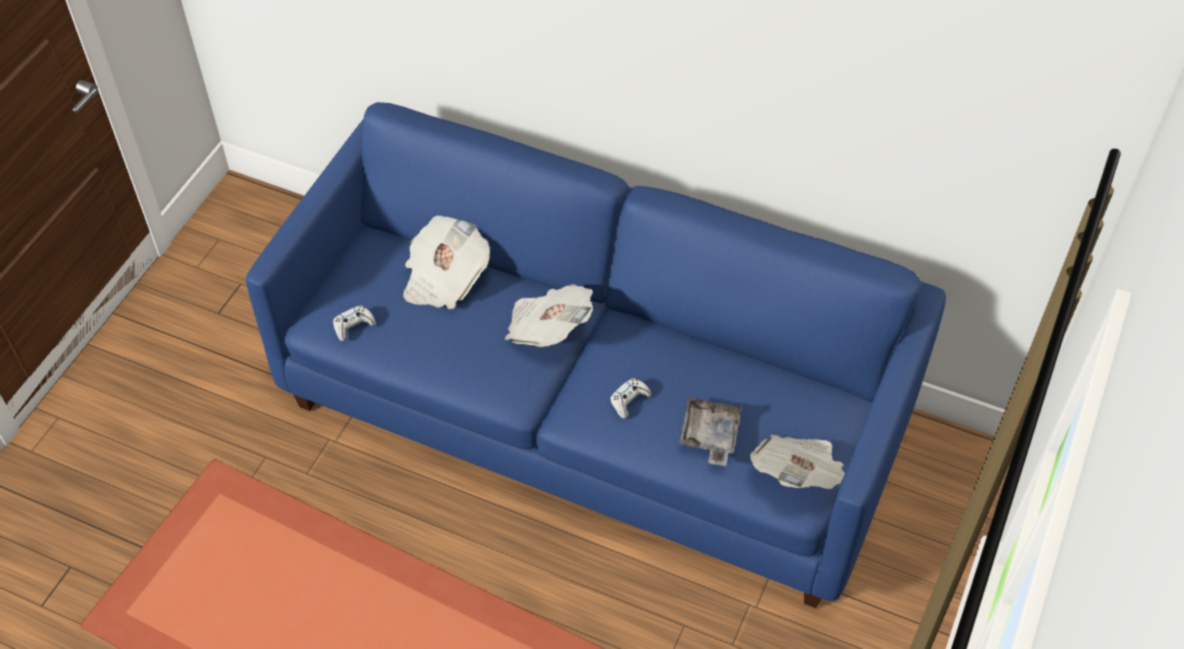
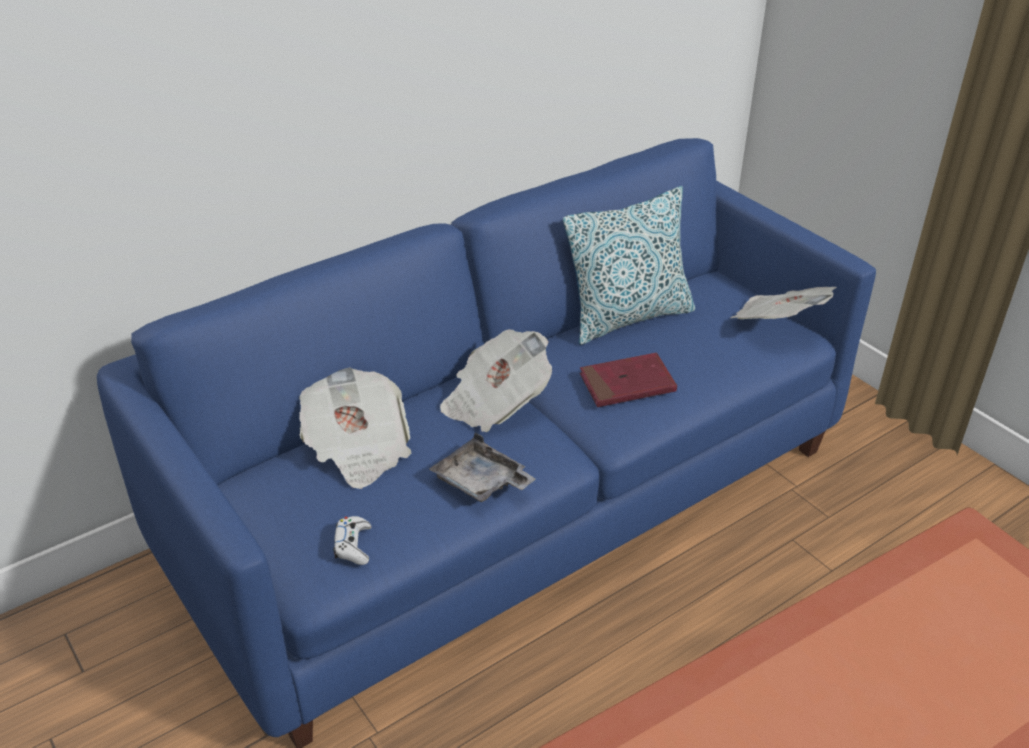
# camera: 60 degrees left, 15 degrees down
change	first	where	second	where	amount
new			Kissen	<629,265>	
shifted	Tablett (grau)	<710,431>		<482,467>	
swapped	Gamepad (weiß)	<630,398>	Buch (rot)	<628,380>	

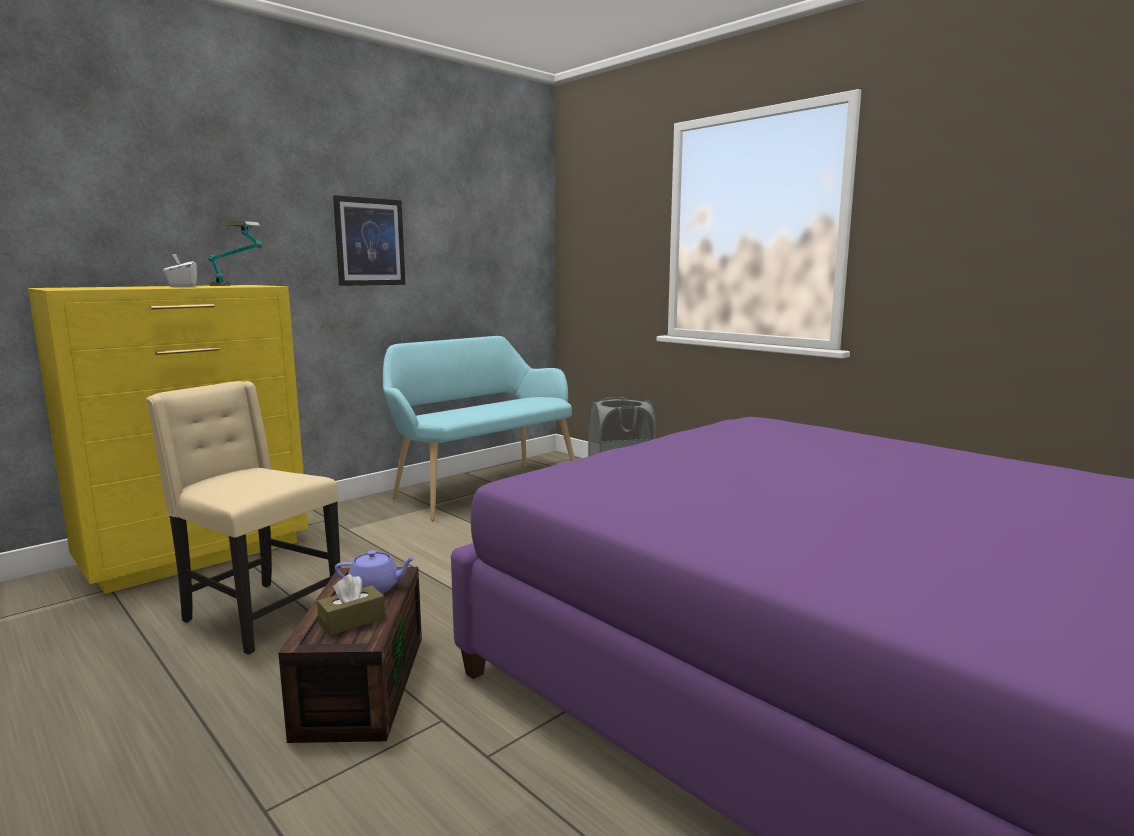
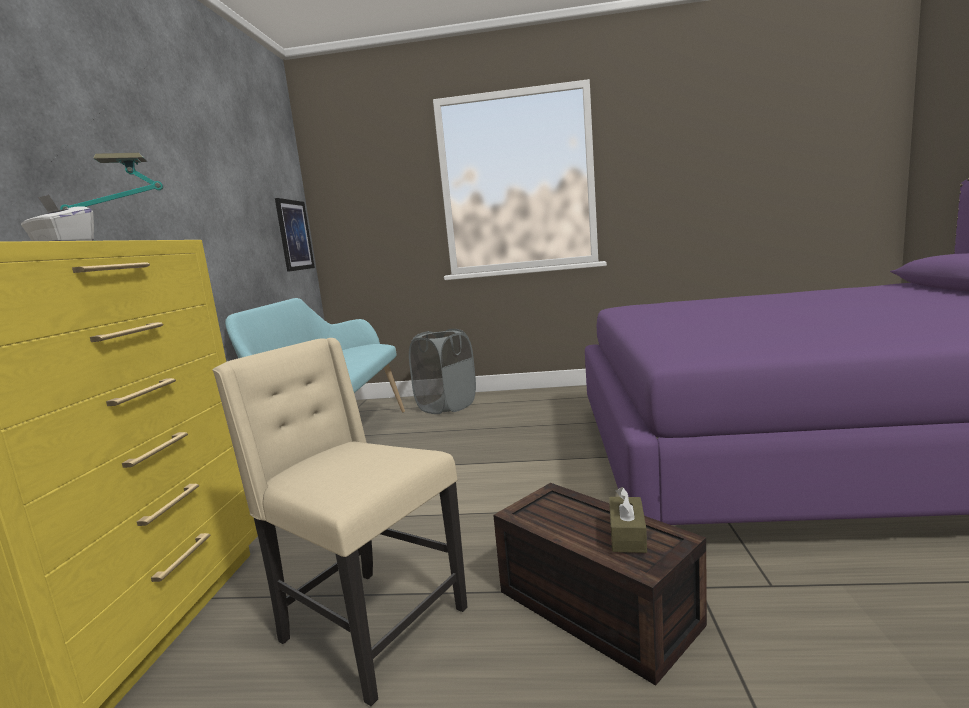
# camera: 40 degrees left, 0 degrees up
change	first	where	second	where	amount
gone	Teekanne (lila)	<375,571>			
shifted	Bild	<369,240>		<295,235>	
rotated	Stuhl (beige)	<243,518>		<339,522>	45 degrees clockwise

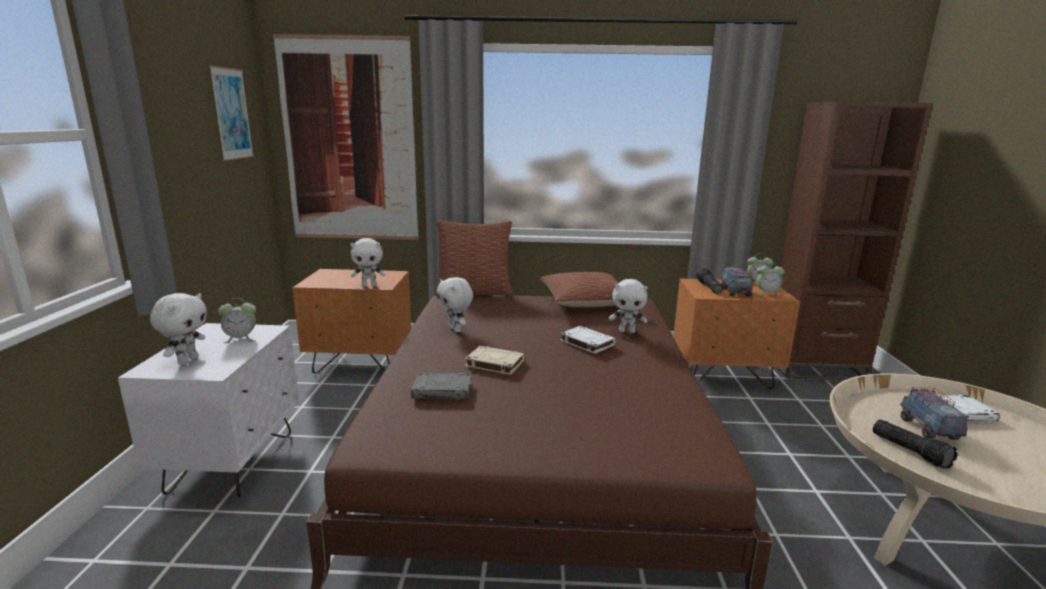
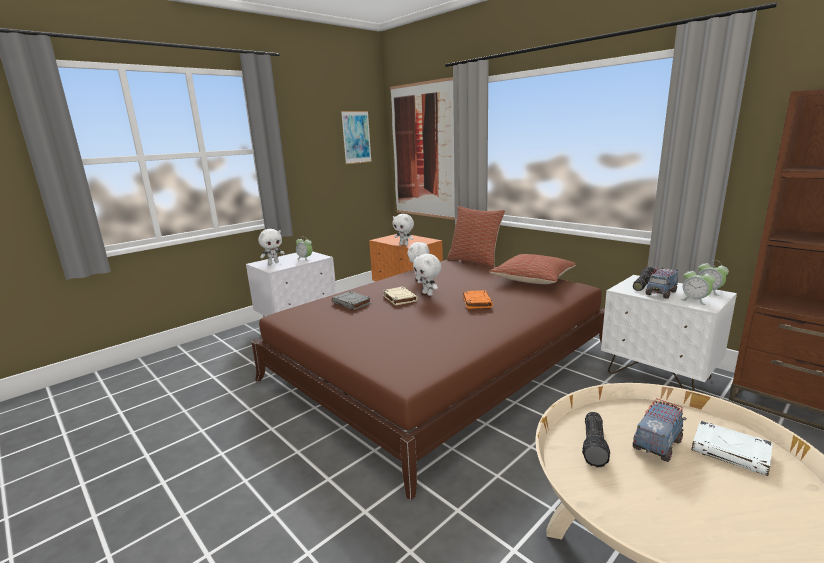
# camera: 45 degrees right, 0 degrees up
change	first	where	second	where	amount
shifted	Plüschtier (weiß)	<628,306>		<427,275>	
repainted	Buch (weiß)	<588,340>	Buch (orange)	<478,299>	
repainted	Nachttisch (orange)	<736,334>	Nachttisch (weiß)	<669,333>	

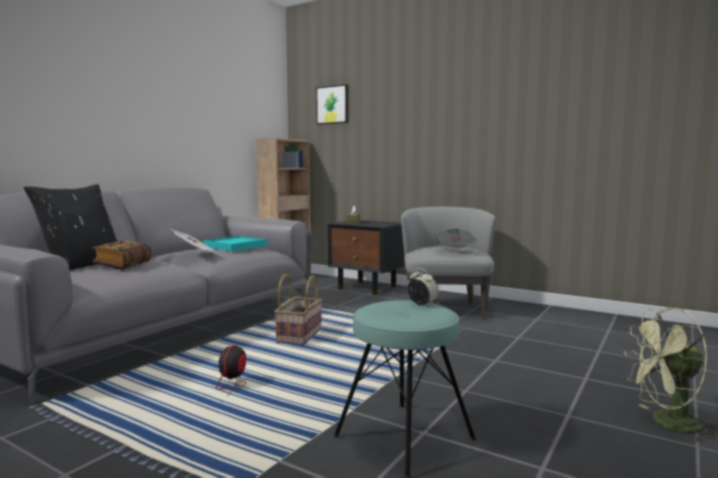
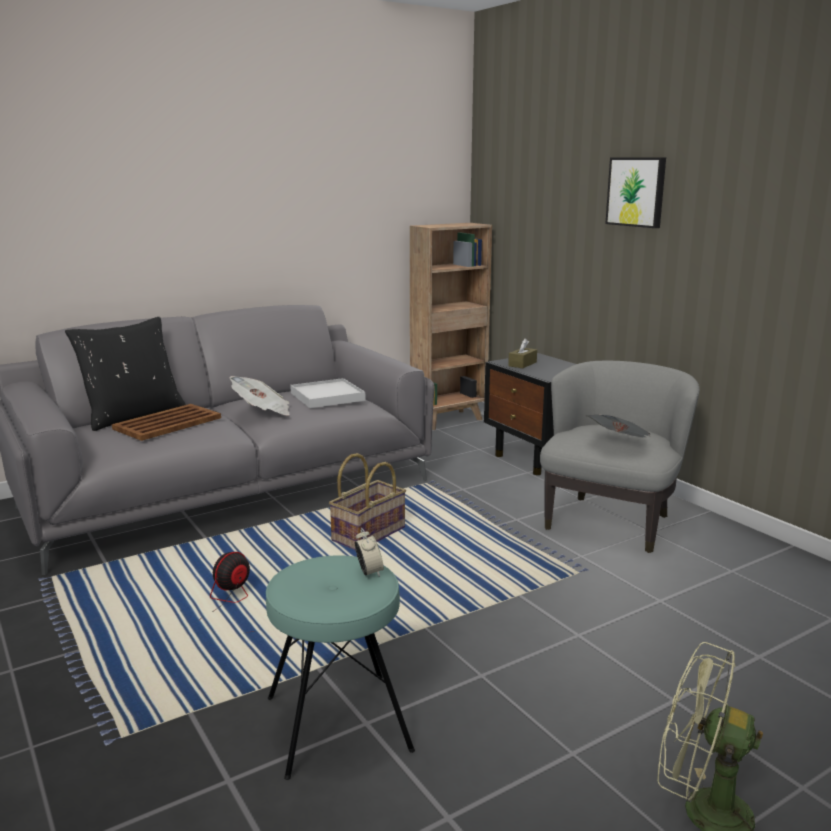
# camera: 25 degrees right, 10 degrees up
change	first	where	second	where	amount
shifted	Bild	<332,104>		<635,192>	
swapped	Buch	<121,255>	Tablett (braun)	<166,422>	
repainted	Tablett (türkis)	<235,243>	Tablett (weiß)	<327,393>	

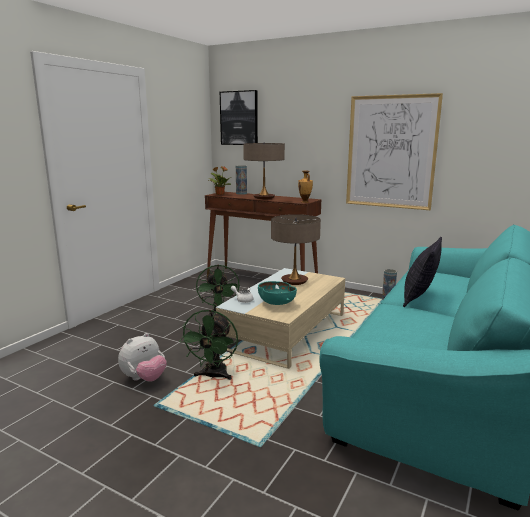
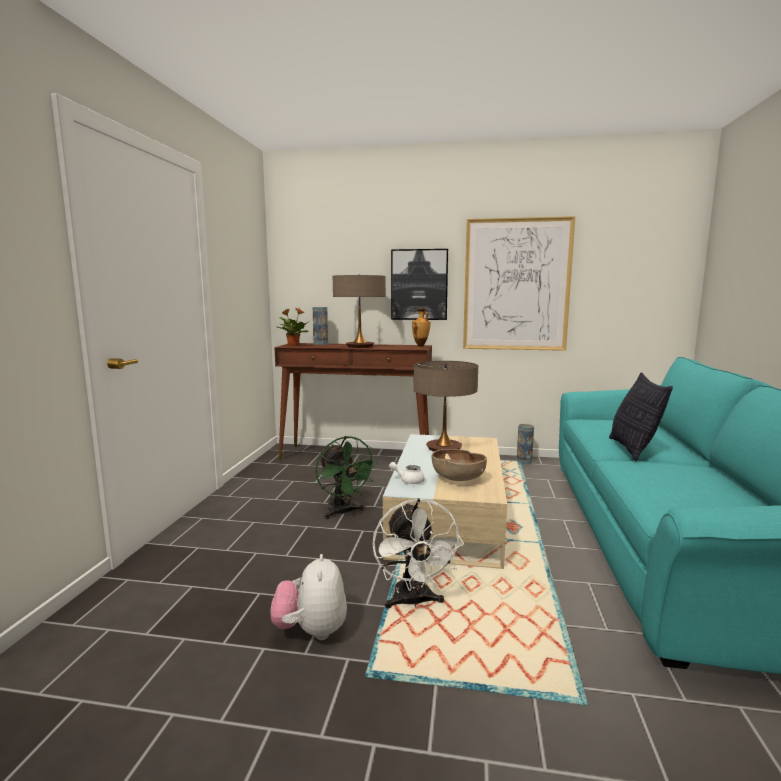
# camera: 20 degrees left, 5 degrees down
change	first	where	second	where	amount
shifted	Bild	<239,117>		<419,284>	
repainted	Ventilator (grün)	<208,345>	Ventilator (weiß)	<418,553>	
repainted	Schüssel (türkis)	<277,293>	Schüssel (braun)	<459,465>	
rotated	Plüschtier	<142,357>		<309,597>	150 degrees clockwise

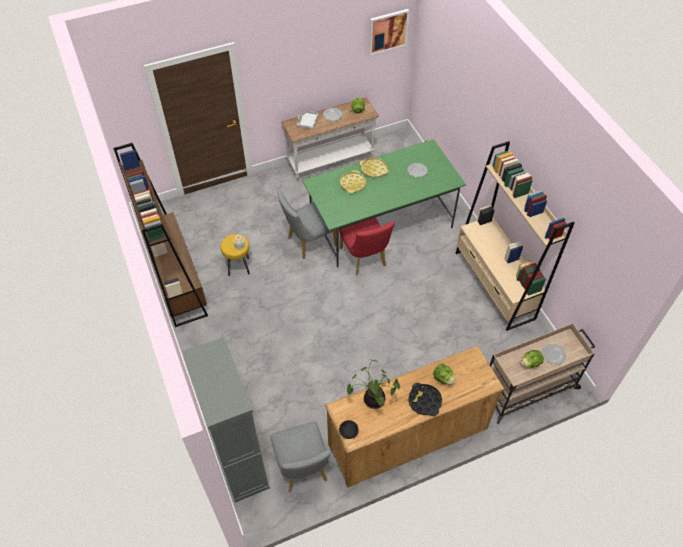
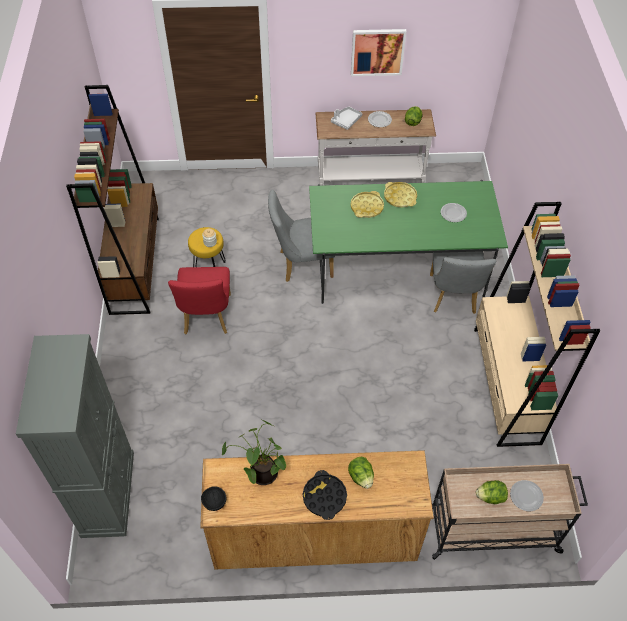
# camera: 20 degrees right, 0 degrees up
change	first	where	second	where	amount
shifted	Stuhl (grau)	<301,457>		<463,282>	
shifted	Stuhl (rot)	<367,246>		<199,300>	
shifted	Bild	<389,32>		<378,52>	

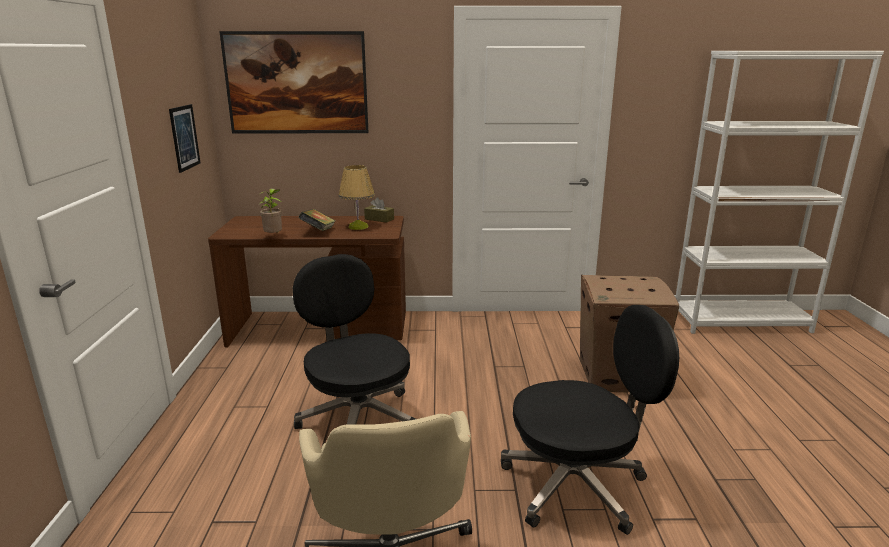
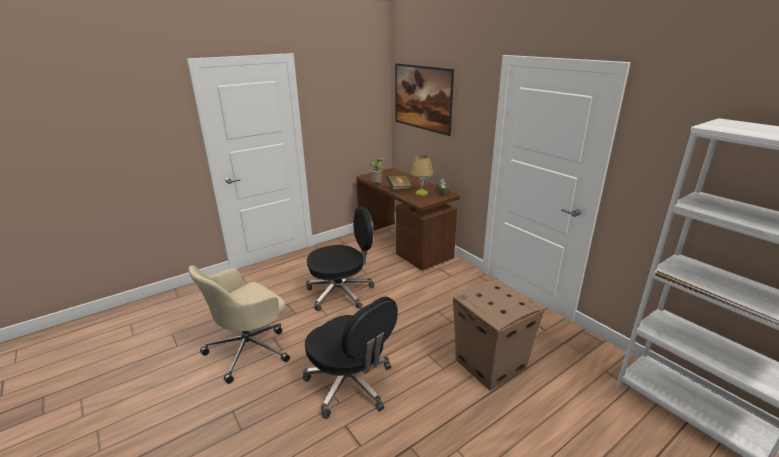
# camera: 55 degrees right, 5 degrees up
change	first	where	second	where	amount
gone	Bild	<185,138>			
rotated	Bürostuhl (schwarz)	<354,341>		<340,259>	45 degrees clockwise

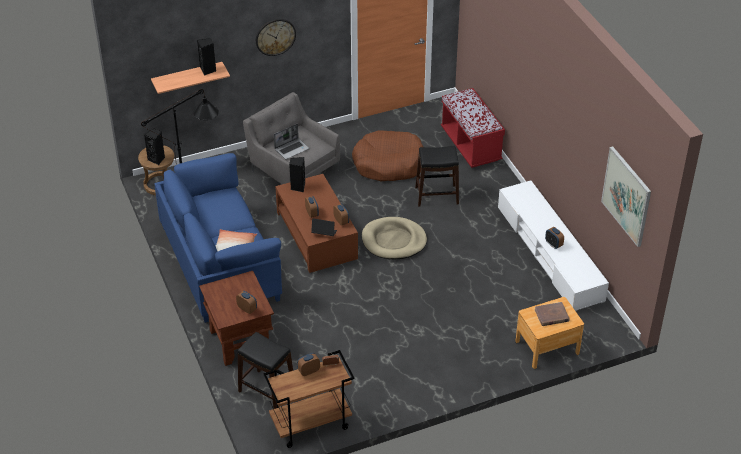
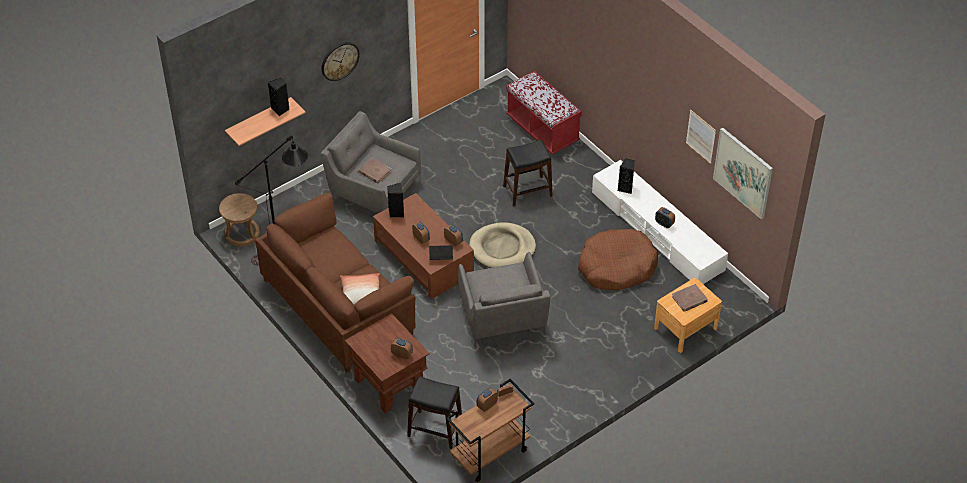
# camera: 15 degrees left, 5 degrees up
change	first	where	second	where	amount
new			Sessel (grau)	<504,299>	
new			Bild	<701,136>	
shifted	Lautsprecher (schwarz)	<154,146>		<626,176>	
shifted	Hundebett (braun)	<387,155>		<618,259>	
swapped	Laptop	<291,141>	Buch (braun)	<375,171>	
repainted	Sofa (blau)	<218,238>	Sofa (braun)	<336,283>	

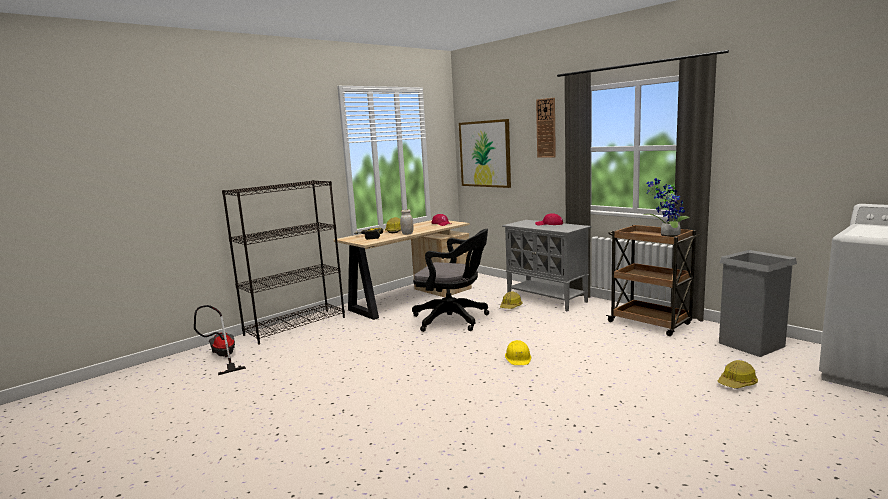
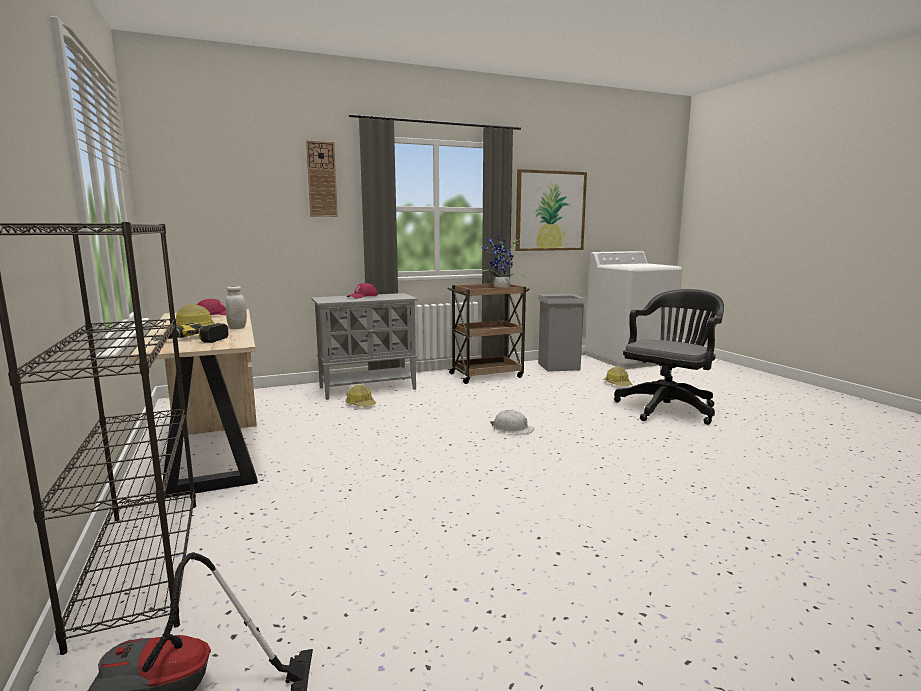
# camera: 70 degrees left, 0 degrees up
change	first	where	second	where	amount
shifted	Bürostuhl (schwarz)	<450,280>		<669,357>	
shifted	Bild	<485,153>		<551,210>	
repainted	Schutzhelm (gelb)	<518,352>	Schutzhelm (weiß)	<512,422>	

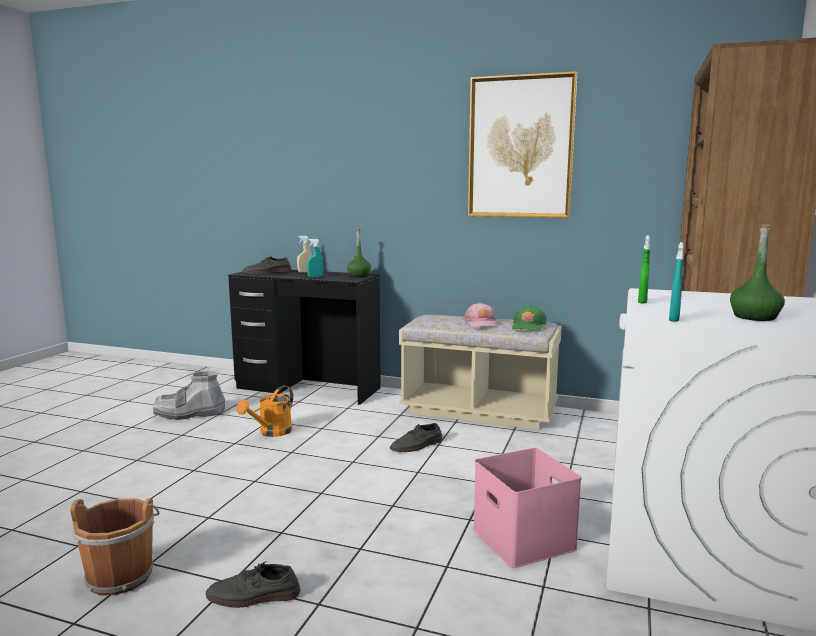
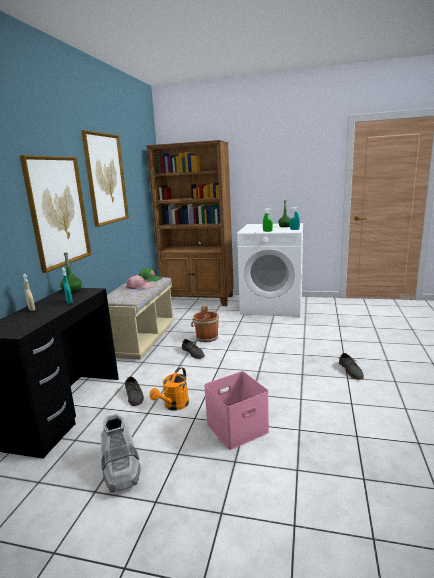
# camera: 95 degrees left, 5 degrees up
change	first	where	second	where	amount
new			Bild	<55,214>	
shifted	Eimer (braun)	<115,547>		<205,324>	
shifted	Schuh (grau)	<267,265>		<134,391>	
shifted	Aufbewahrungsbox (rosa)	<527,508>		<236,410>	
rotated	Gießkanne (orange)	<265,411>		<169,388>	90 degrees clockwise

